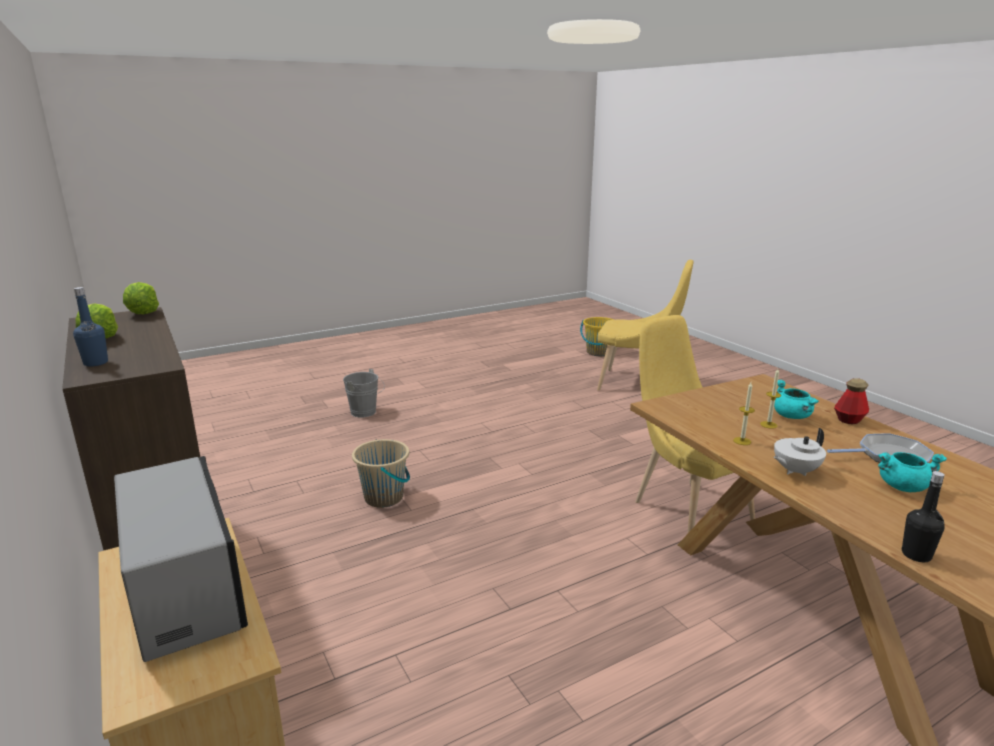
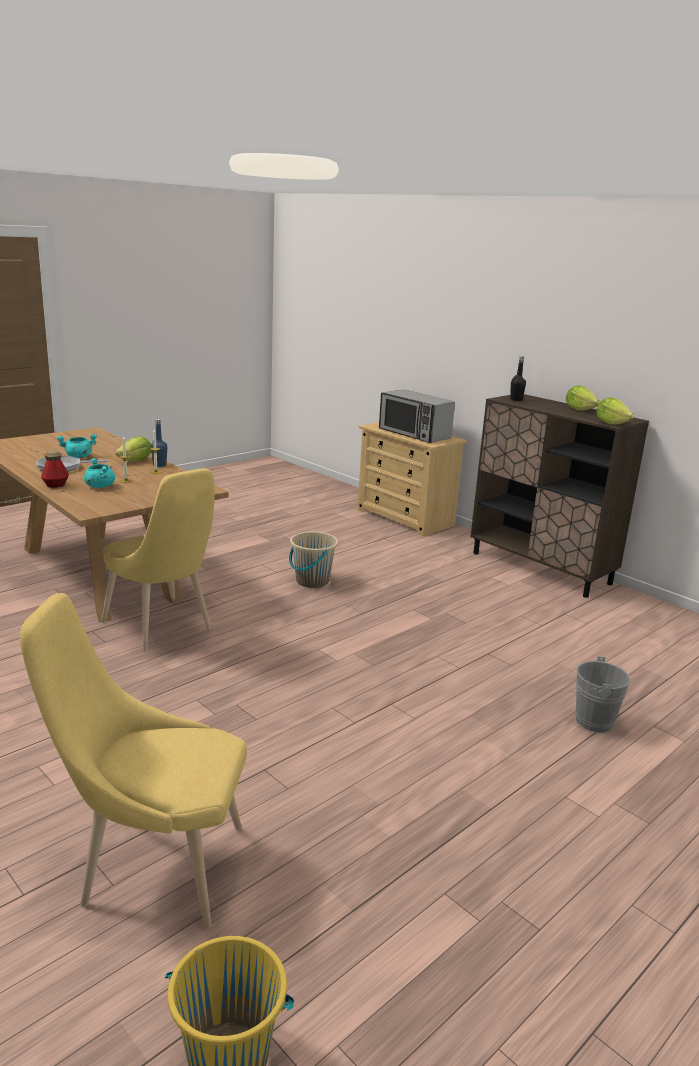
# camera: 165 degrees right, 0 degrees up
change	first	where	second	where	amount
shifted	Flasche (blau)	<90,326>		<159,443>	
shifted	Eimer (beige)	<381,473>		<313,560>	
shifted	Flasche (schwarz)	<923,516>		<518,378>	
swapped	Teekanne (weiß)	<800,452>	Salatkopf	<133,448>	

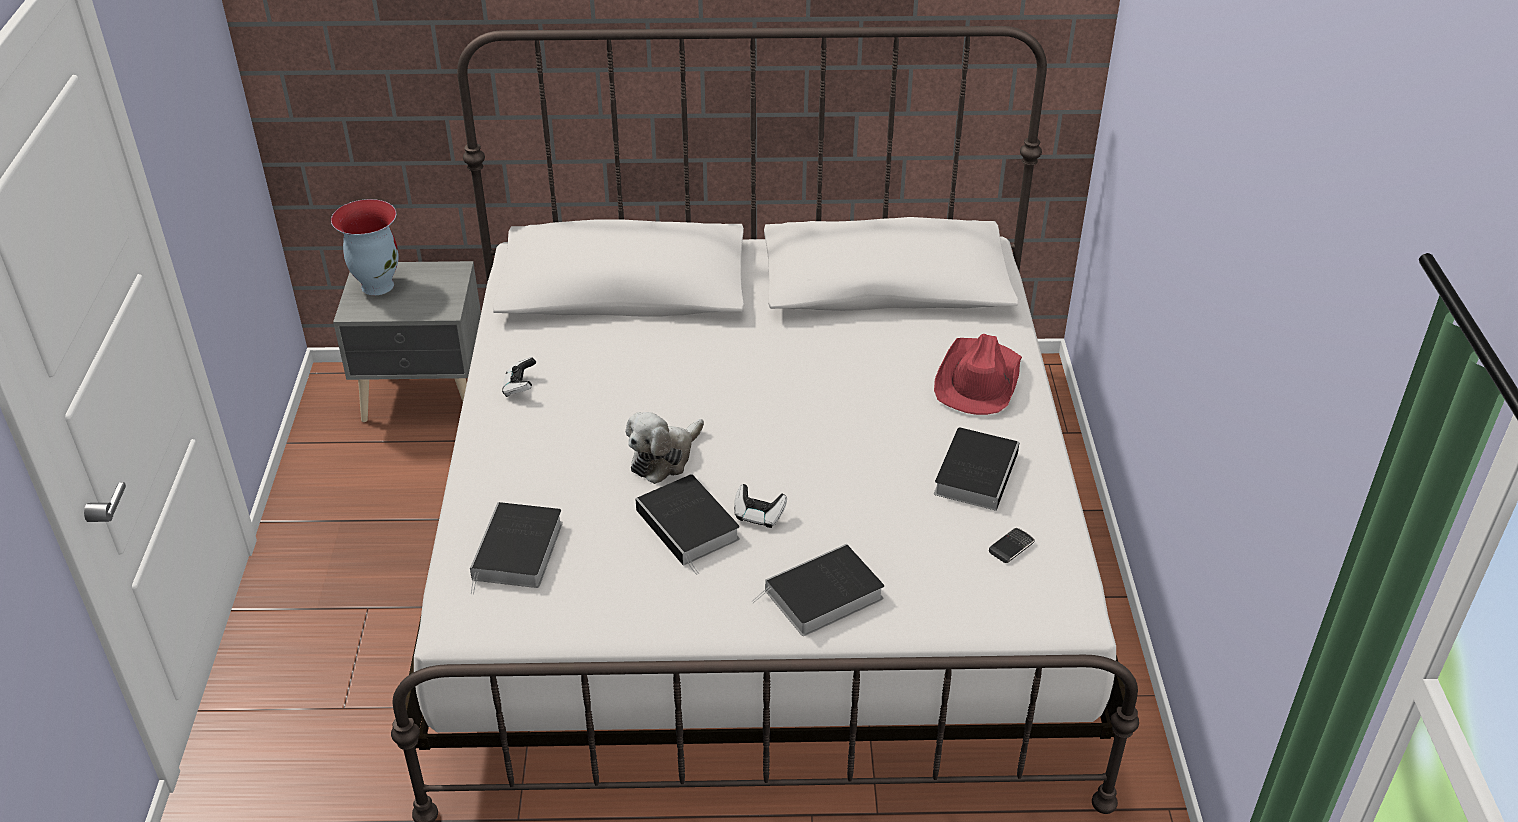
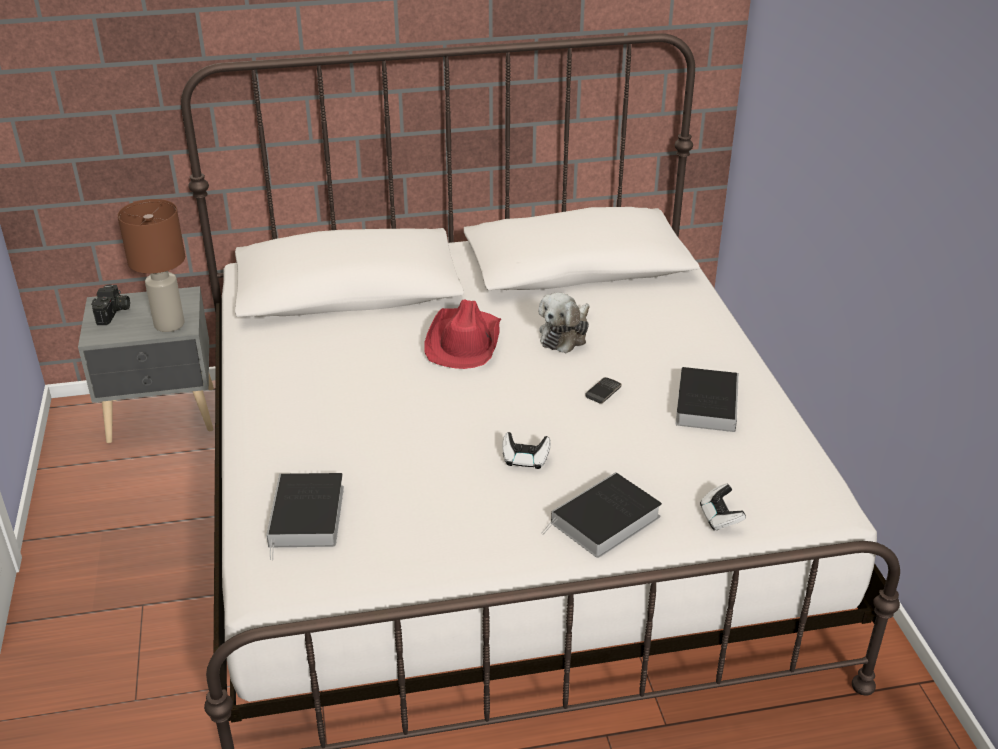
# camera: 10 degrees left, 5 degrees down
change	first	where	second	where	amount
gone	Buch	<688,524>			
new			Tischlampe (braun)	<151,265>	
shifted	Gamepad	<519,377>		<723,507>	
shifted	Plüschtier	<665,448>		<564,322>	
shifted	Hut (rot)	<978,374>		<462,334>	
shifted	Handy	<1012,545>		<603,390>	
swapped	Vase	<365,247>	Kamera	<110,304>	

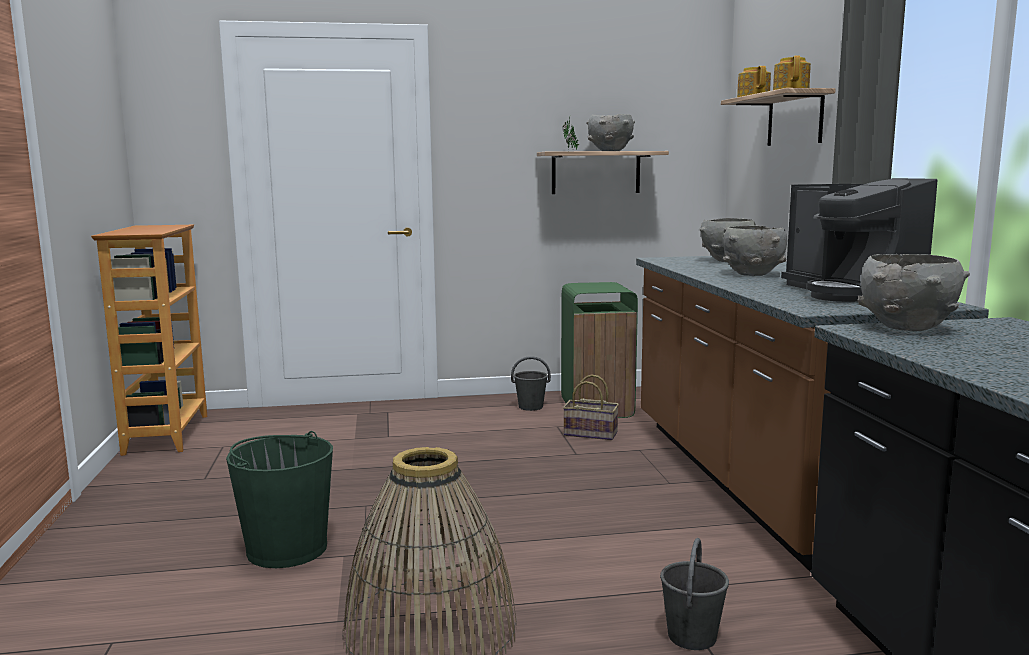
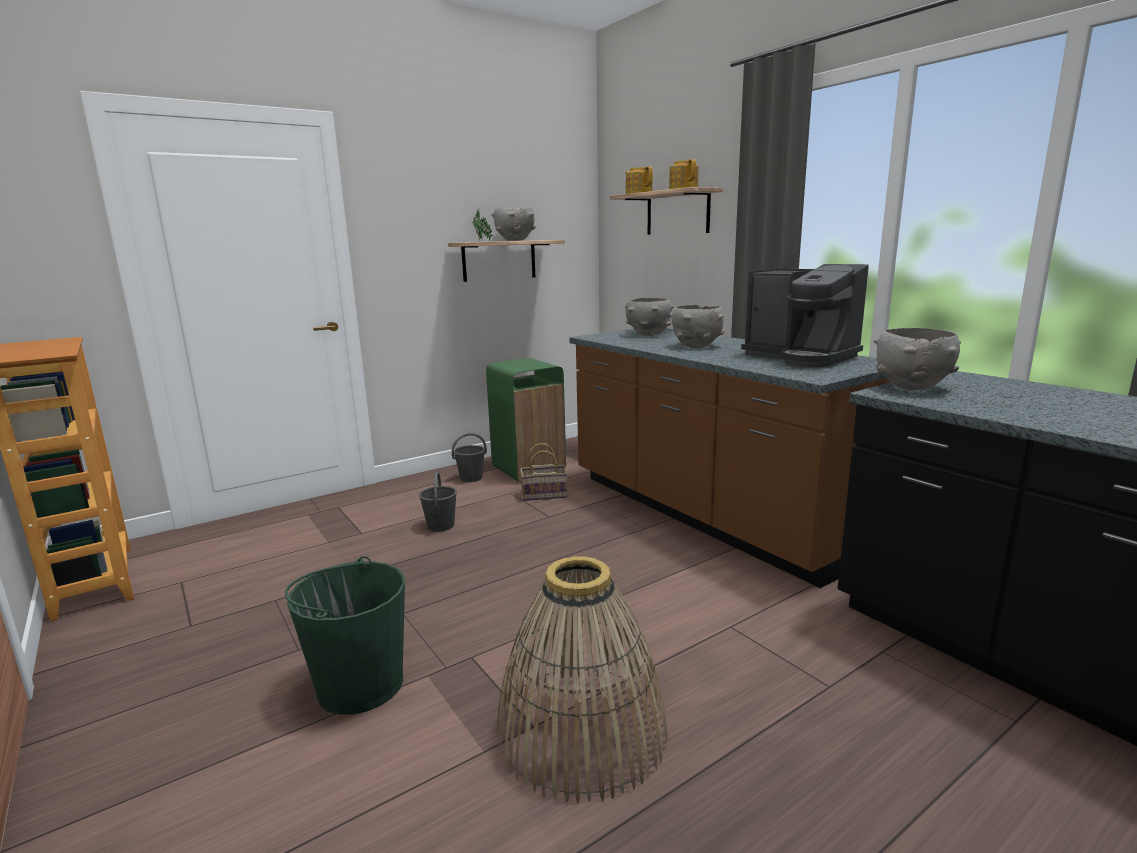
# camera: 25 degrees left, 5 degrees up
change	first	where	second	where	amount
shifted	Eimer (grau)	<694,594>		<438,502>	

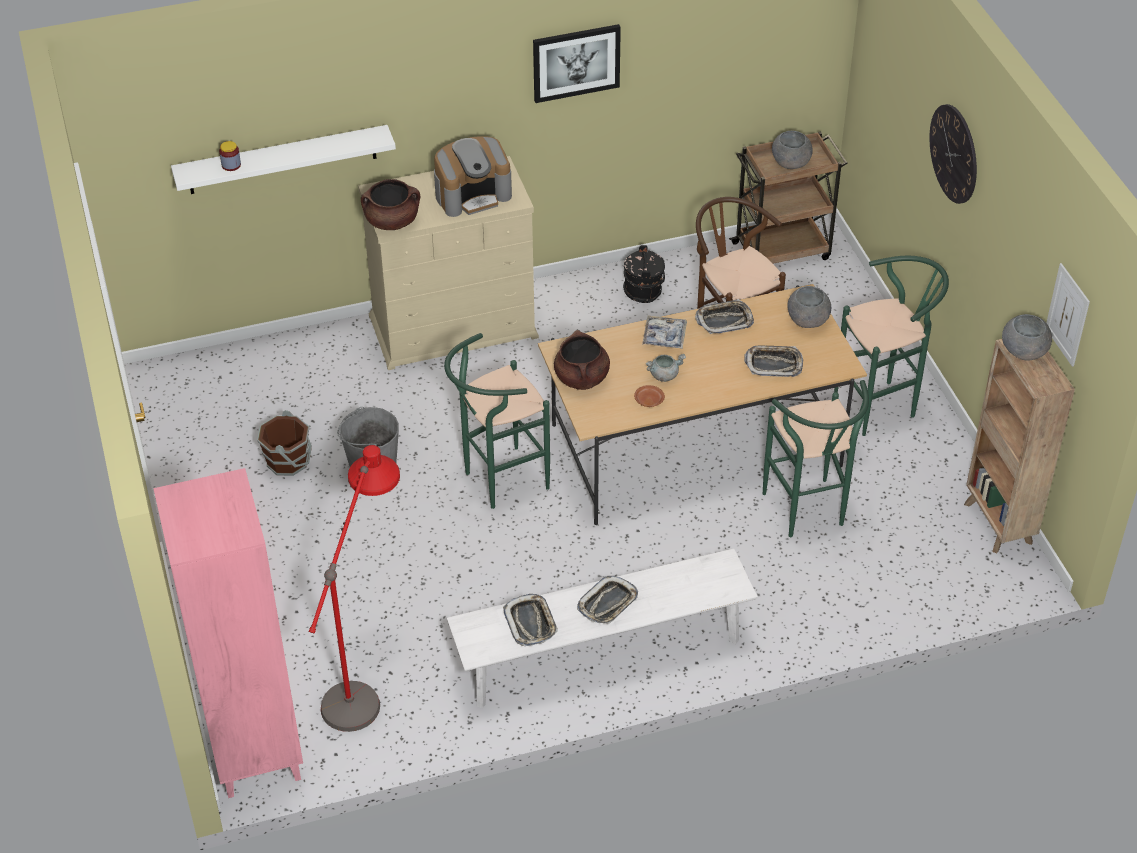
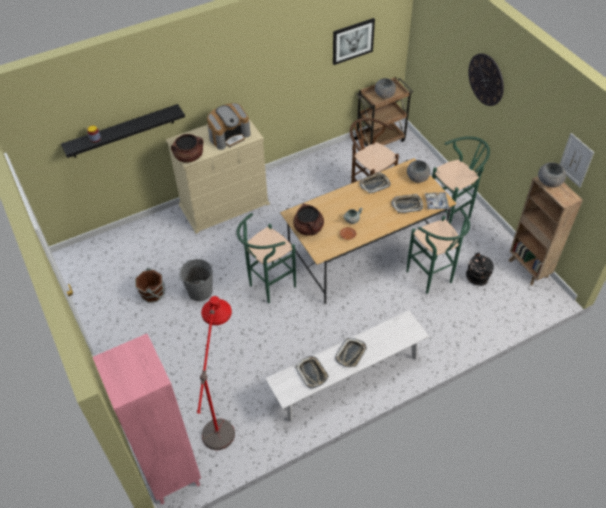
# camera: 10 degrees left, 5 degrees up
change	first	where	second	where	amount
shifted	Bild	<577,63>		<354,41>	
shifted	Eimer (schwarz)	<644,274>		<480,269>	
shifted	Tablett	<664,332>		<437,201>	
repainted	Wandregal (weiß)	<283,159>	Wandregal (schwarz)	<123,131>	

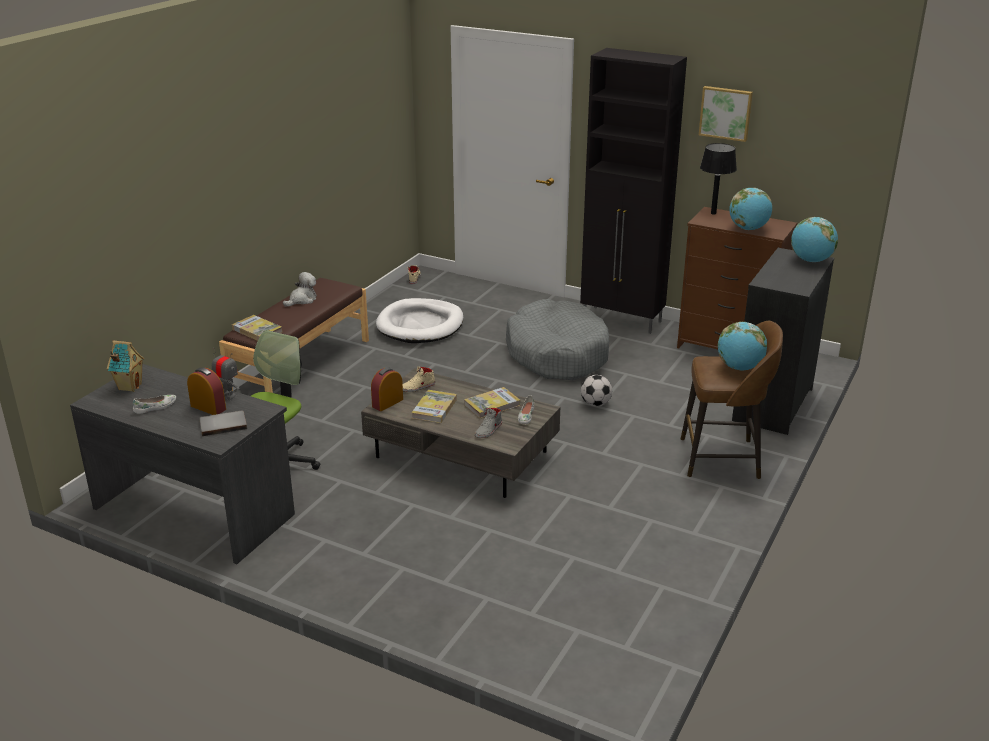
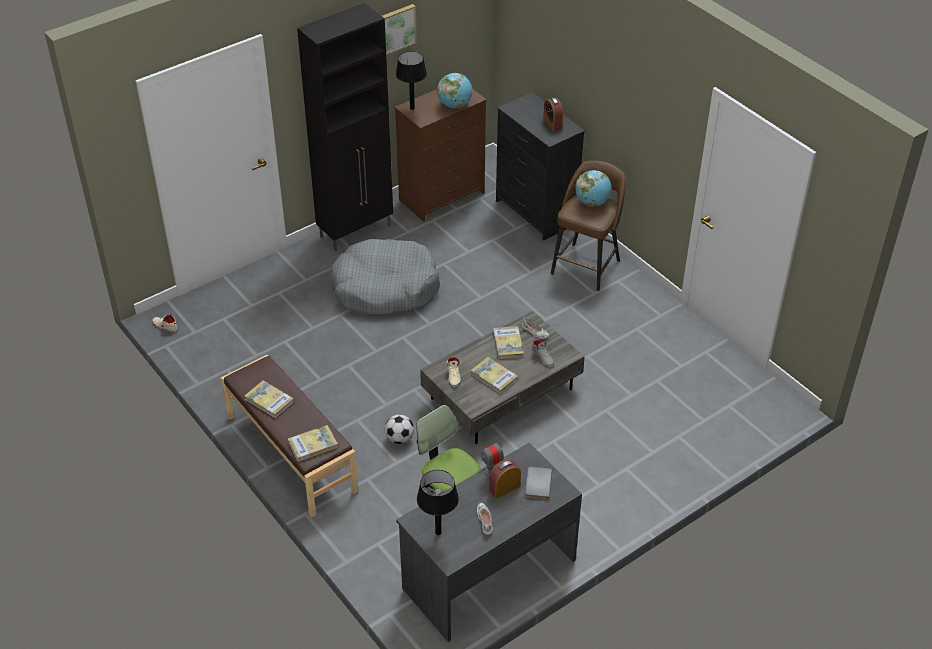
# camera: 65 degrees left, 15 degrees up
change	first	where	second	where	amount
gone	Hundebett (weiß)	<419,320>			
gone	Globus	<814,239>			
shifted	Wecker	<387,389>		<553,114>	
shifted	Fußball	<596,390>		<399,429>	
swapped	Spielzeughaus	<125,366>	Tischlampe (schwarz)	<438,502>	
swapped	Plüschtier	<300,289>	Buch	<269,399>	

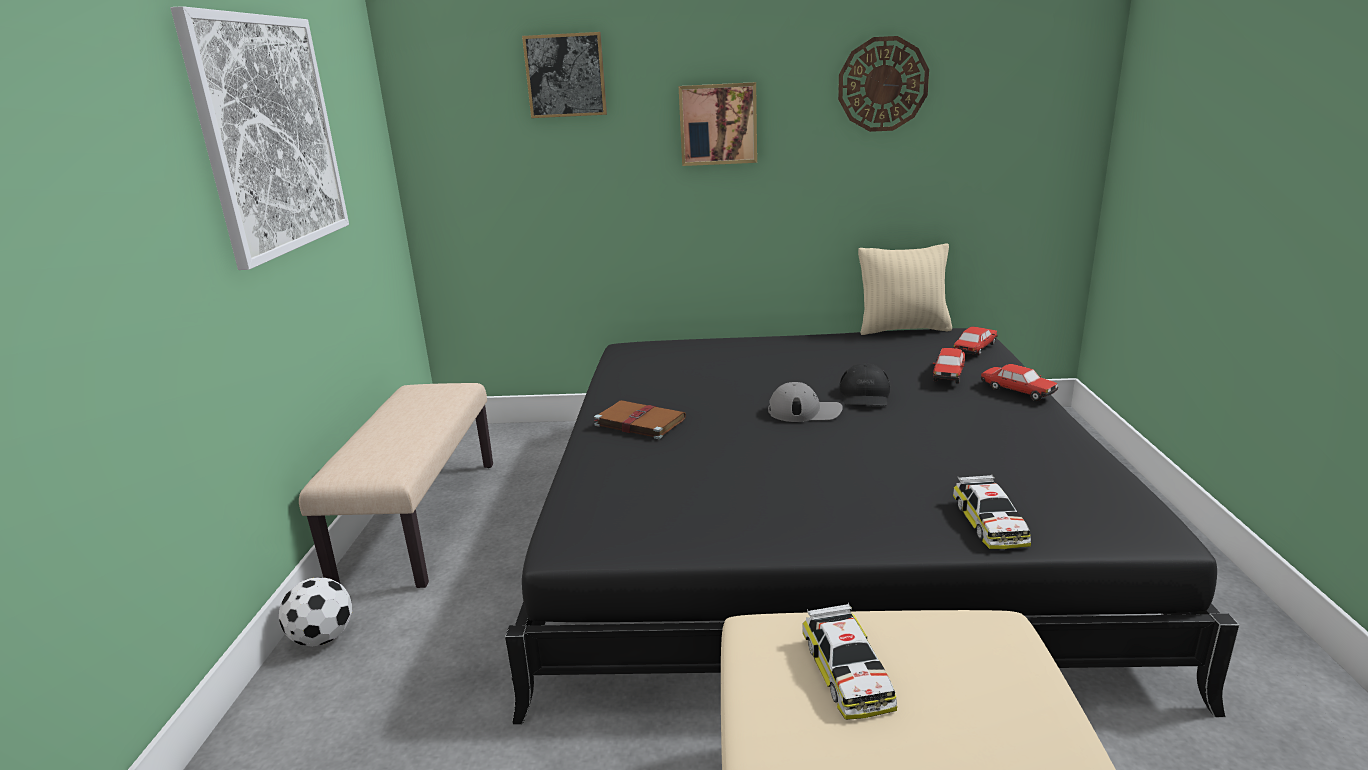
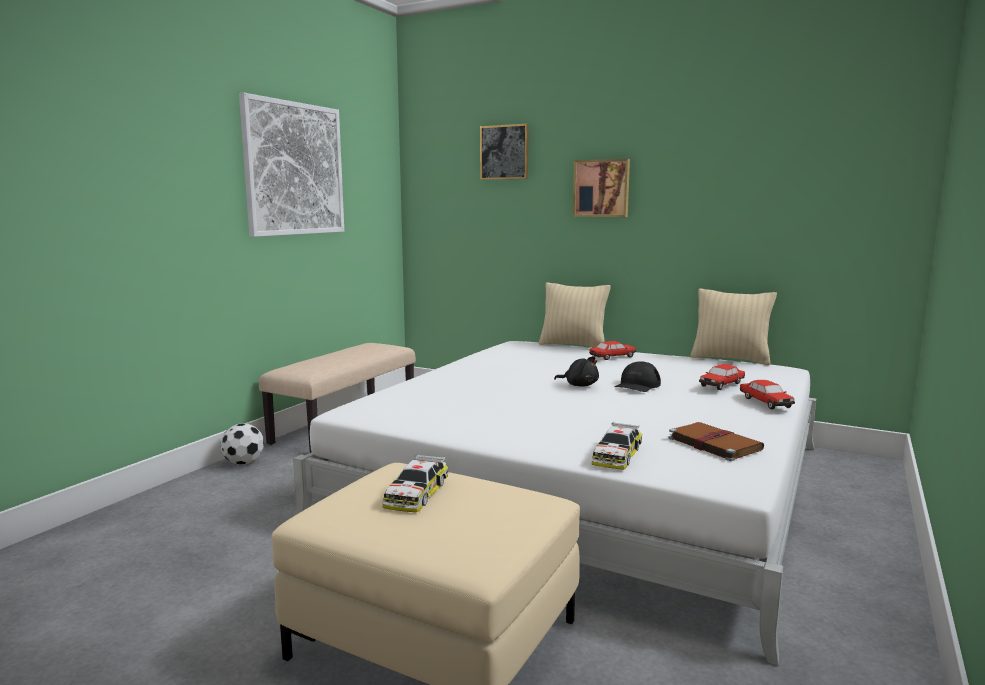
# camera: 25 degrees right, 10 degrees down
change	first	where	second	where	amount
gone	Wanduhr	<883,84>			
new			Kissen (beige)	<575,315>	
shifted	Buch (braun)	<640,419>		<716,441>	
shifted	Spielzeugauto	<976,341>		<612,350>	
swapped	Kappe (grau)	<805,402>	Plüschtier (schwarz)	<576,371>	
repainted	Bett (schwarz)	<872,526>	Bett (weiß)	<554,503>	

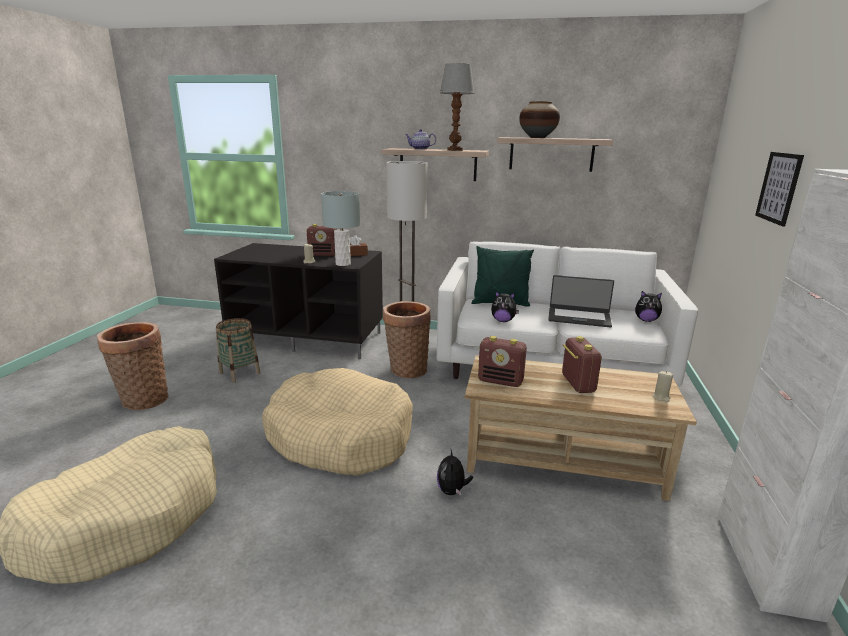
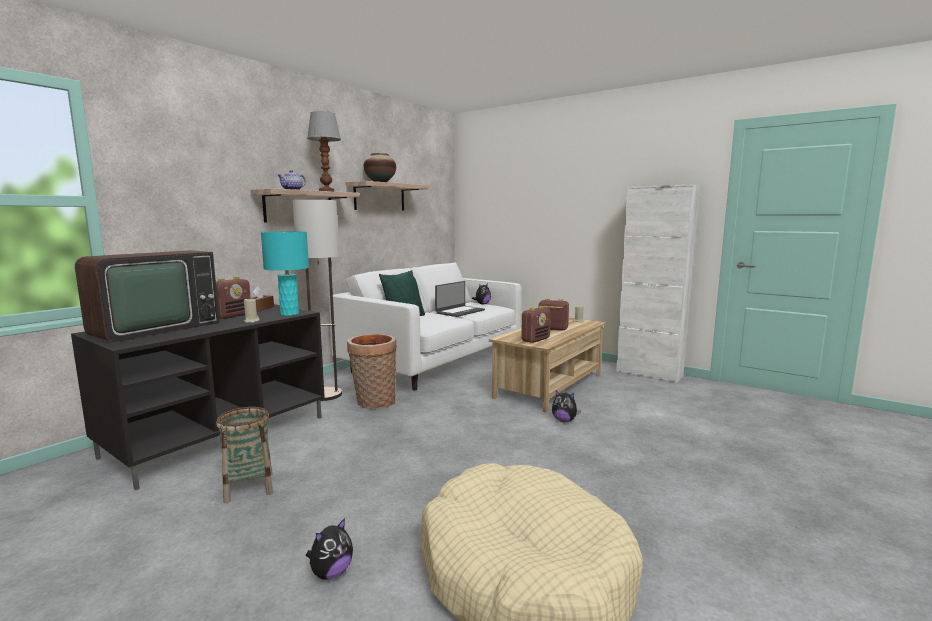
# camera: 65 degrees left, 10 degrees down
change	first	where	second	where	amount
gone	Korb	<133,366>			
gone	Hundebett (beige)	<337,422>			
gone	Bild	<779,189>			
new			Fernseher	<147,296>	
shifted	Plüschtier	<505,306>		<329,549>	
repainted	Tischlampe (grau)	<340,228>	Tischlampe (türkis)	<285,273>	

